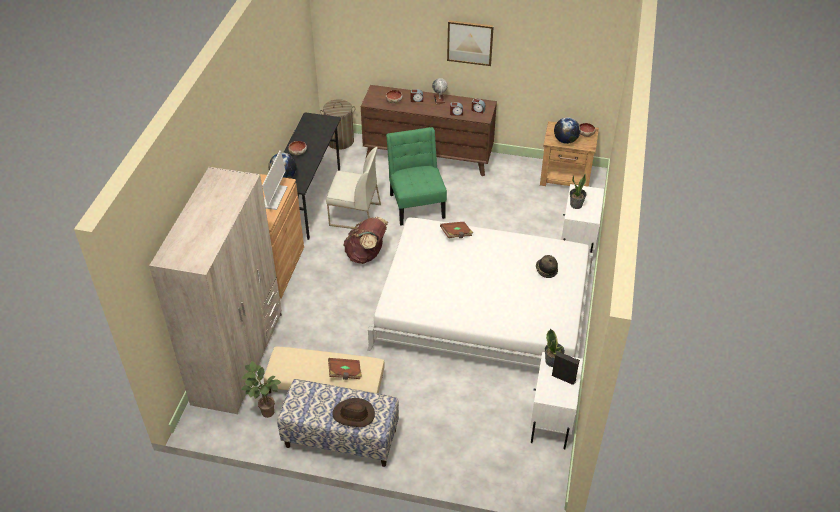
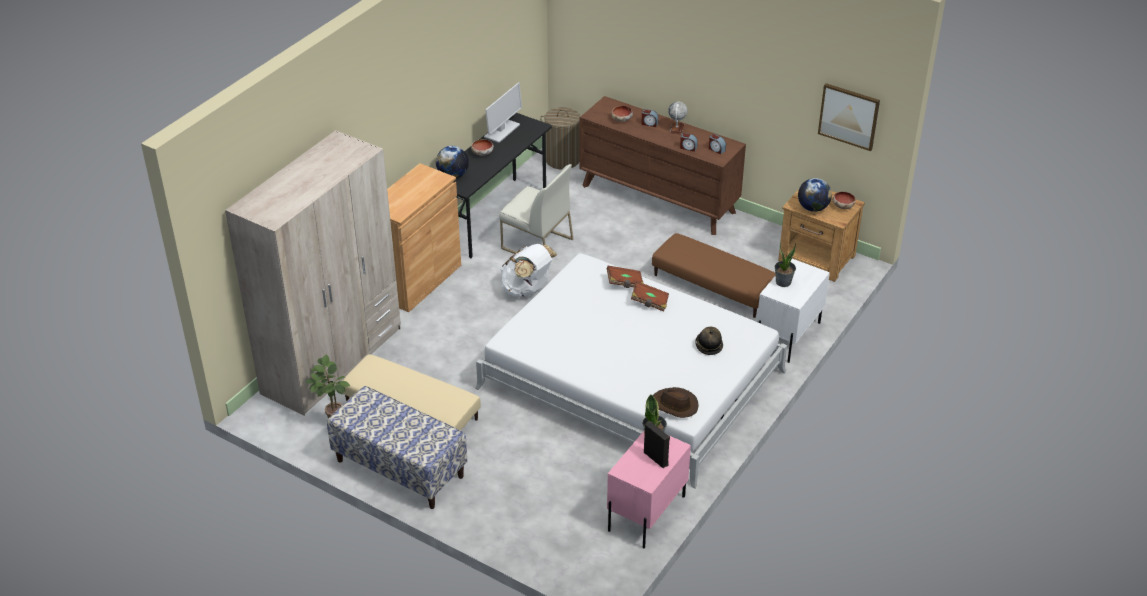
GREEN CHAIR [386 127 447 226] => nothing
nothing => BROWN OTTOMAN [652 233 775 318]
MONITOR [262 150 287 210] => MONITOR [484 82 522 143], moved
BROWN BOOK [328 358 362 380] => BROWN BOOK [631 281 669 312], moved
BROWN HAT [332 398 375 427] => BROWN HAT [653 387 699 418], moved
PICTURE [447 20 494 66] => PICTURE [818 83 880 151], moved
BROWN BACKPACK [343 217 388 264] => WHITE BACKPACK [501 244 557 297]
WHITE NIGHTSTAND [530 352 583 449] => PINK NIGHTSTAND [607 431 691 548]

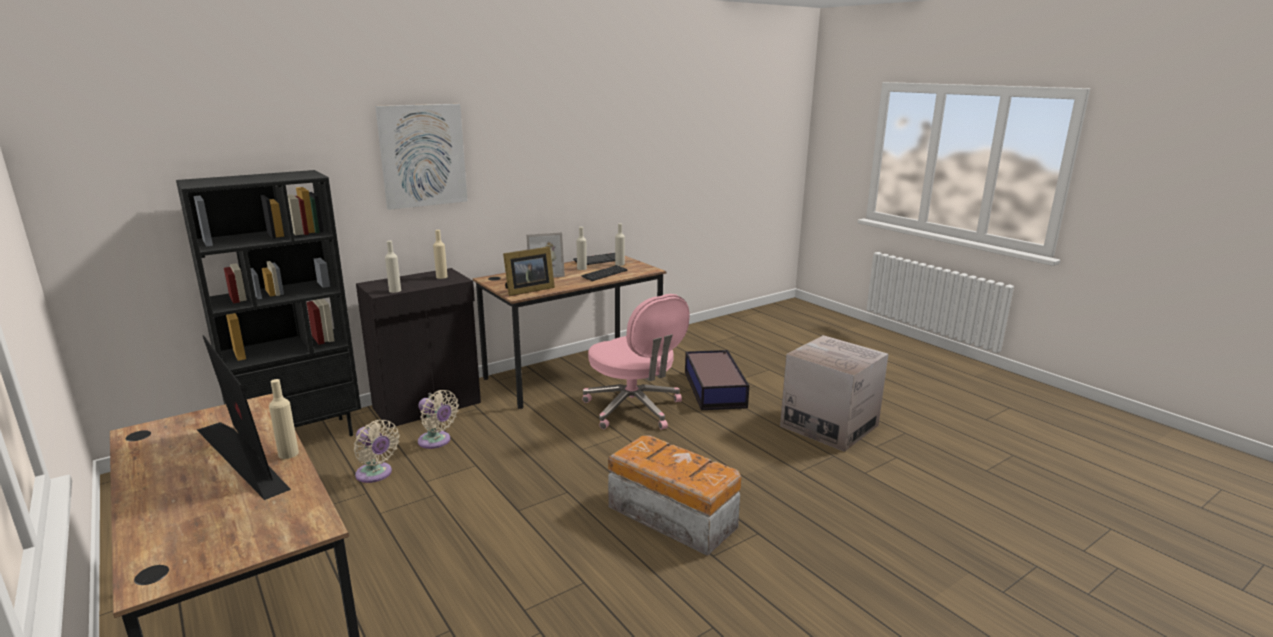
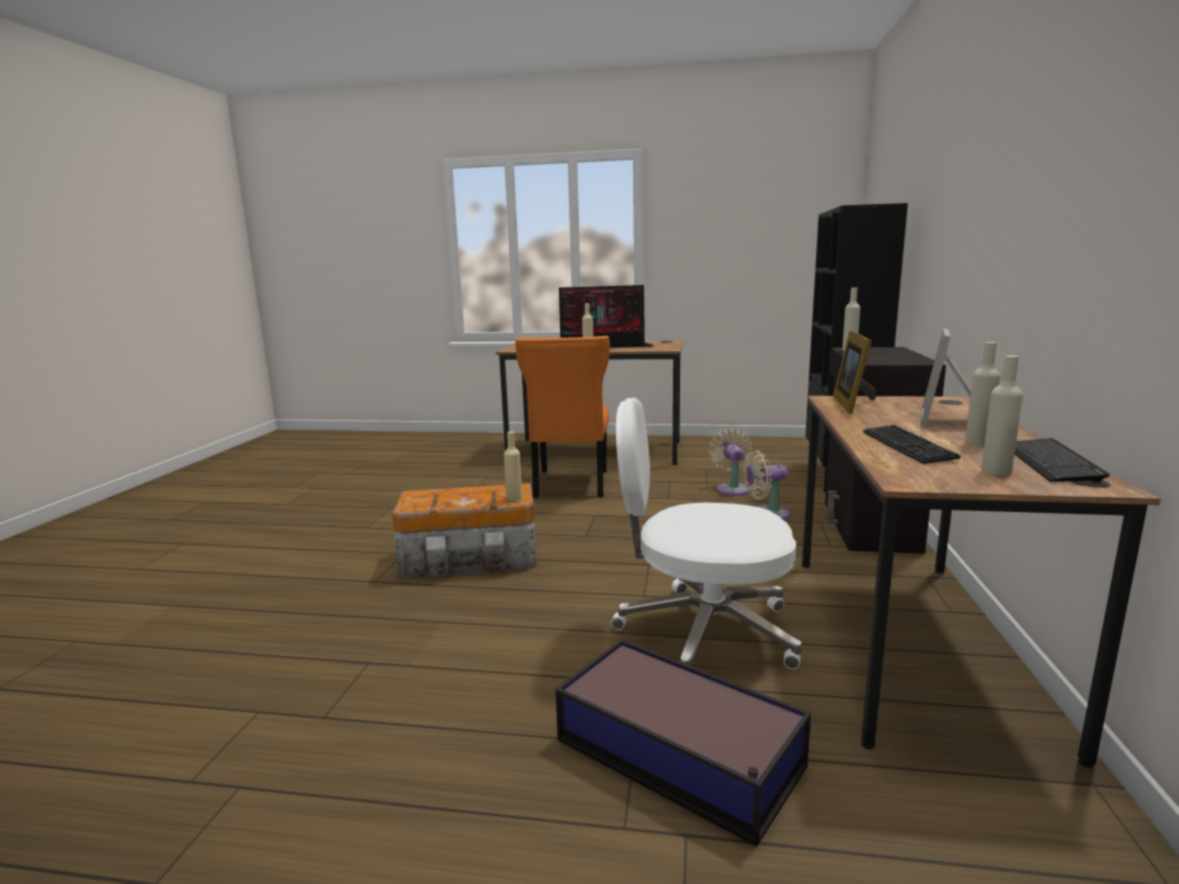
PICTURE [375 104 468 210] => nothing
CARDBOARD BOX [780 335 888 452] => nothing
nothing => ORANGE CHAIR [515 336 610 498]
BEIGE BOTTLE [433 230 448 279] => BEIGE BOTTLE [504 431 522 501], moved
PINK OFFICE CHAIR [582 294 690 429] => WHITE OFFICE CHAIR [611 398 802 669]
BEIGE FAN [354 420 400 483] => BEIGE FAN [709 428 752 496], 90 degrees clockwise

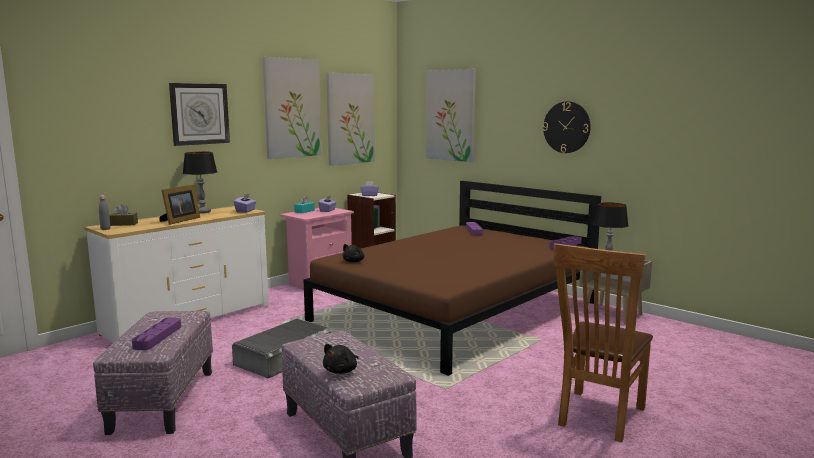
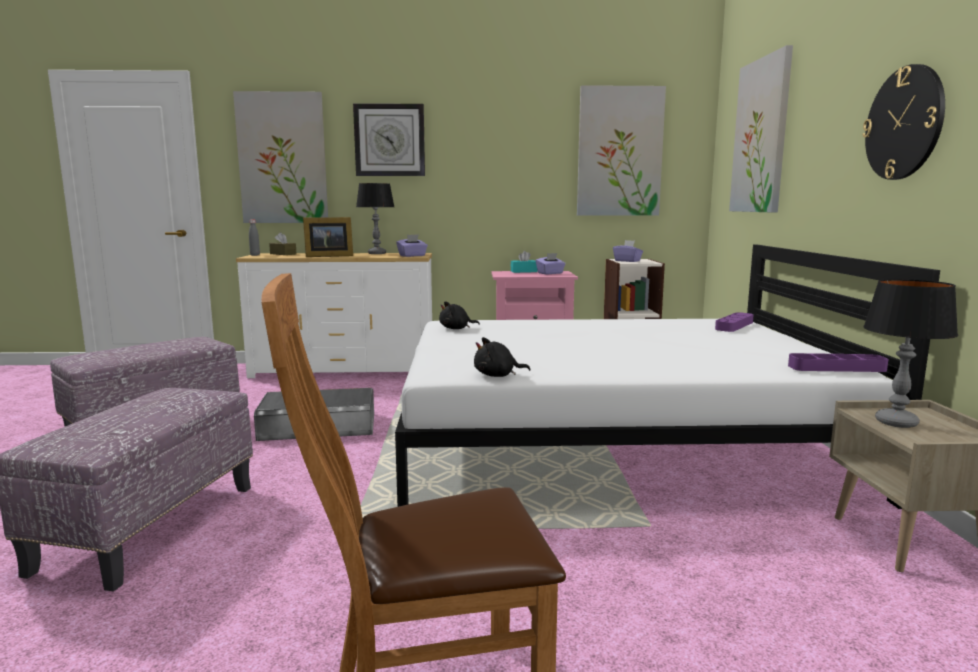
PURPLE TRAY [132 317 181 350] => nothing
PICTURE [263 57 321 159] => PICTURE [233 91 328 223], moved
BLACK PLUSH TOY [323 344 359 374] => BLACK PLUSH TOY [474 337 531 377], moved
BROWN BED [304 181 601 376] => WHITE BED [395 245 940 509]

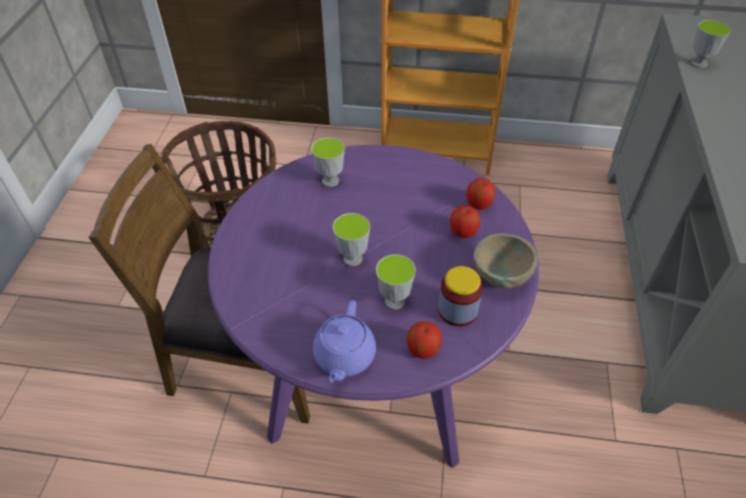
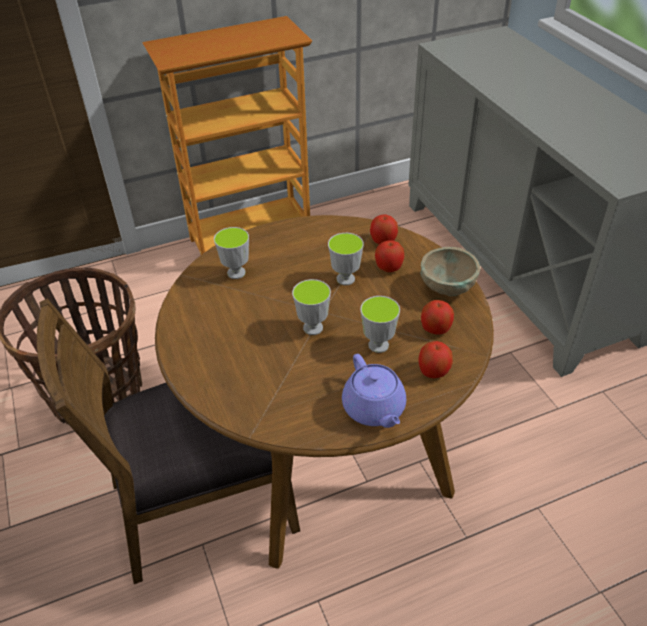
CUP [691 20 731 68] => CUP [328 233 364 285], moved
JAR [438 266 483 326] => APPLE [421 300 454 334]
PURPLE DINING TABLE [208 145 539 468] => BROWN DINING TABLE [155 215 494 569]

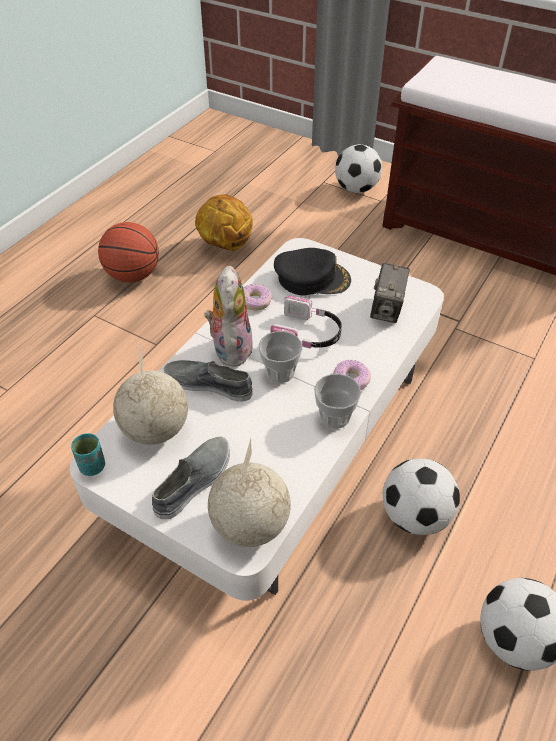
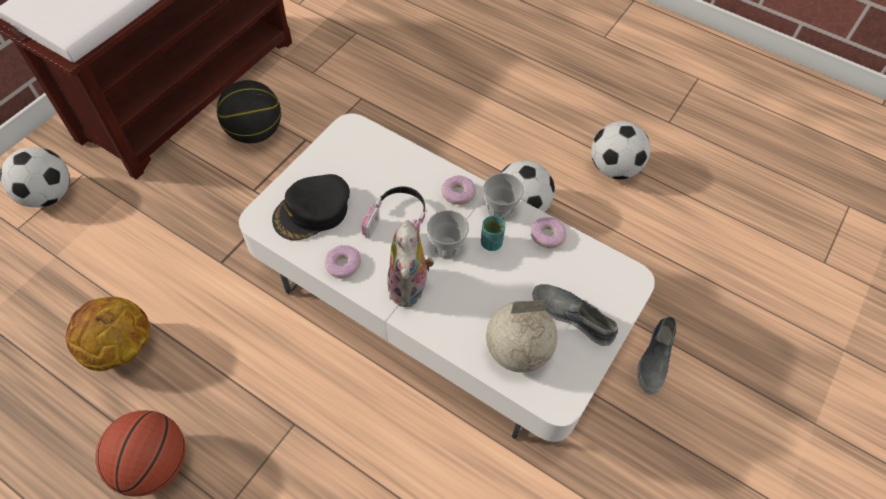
GLOBE [208 438 291 547] => nothing
PHOTO CAMERA [370 263 410 323] => nothing
nothing => BASKETBALL [217 80 281 143]
nothing => DONUT [531 217 566 248]
TURQUOISE CUP [71 433 105 476] => TURQUOISE CUP [481 216 505 251], moved
GREY SHOE [164 360 252 402] => GREY SHOE [637 317 676 395], moved
PLUSH TOY [205 266 253 367] => PLUSH TOY [387 220 434 307], 90 degrees counterclockwise
BLACK CAP [274 248 351 295] => BLACK CAP [272 174 350 241], 135 degrees counterclockwise

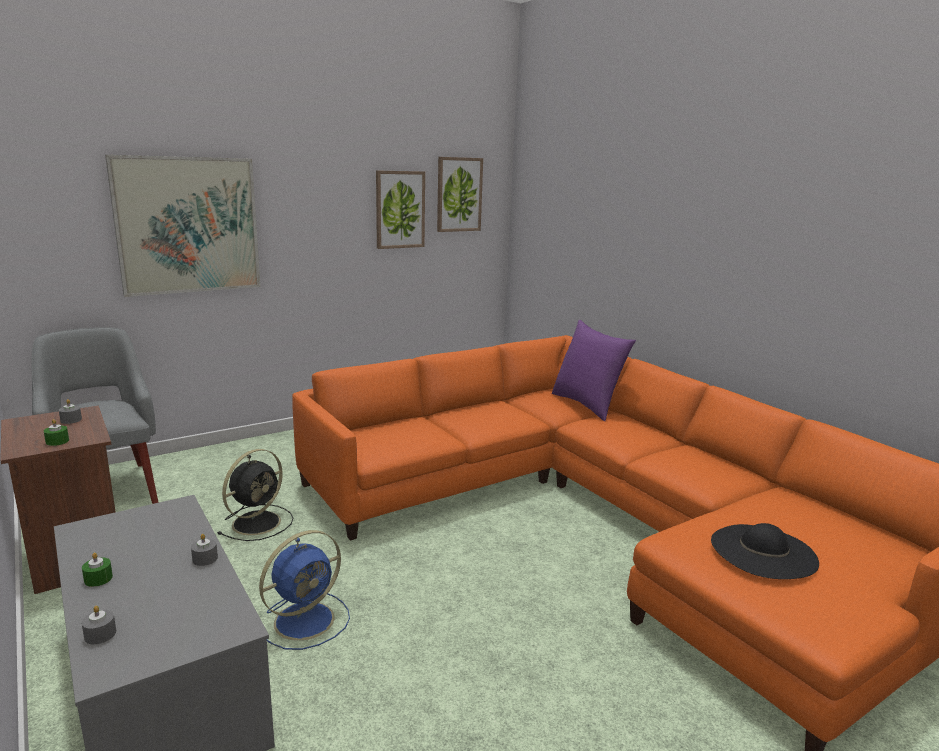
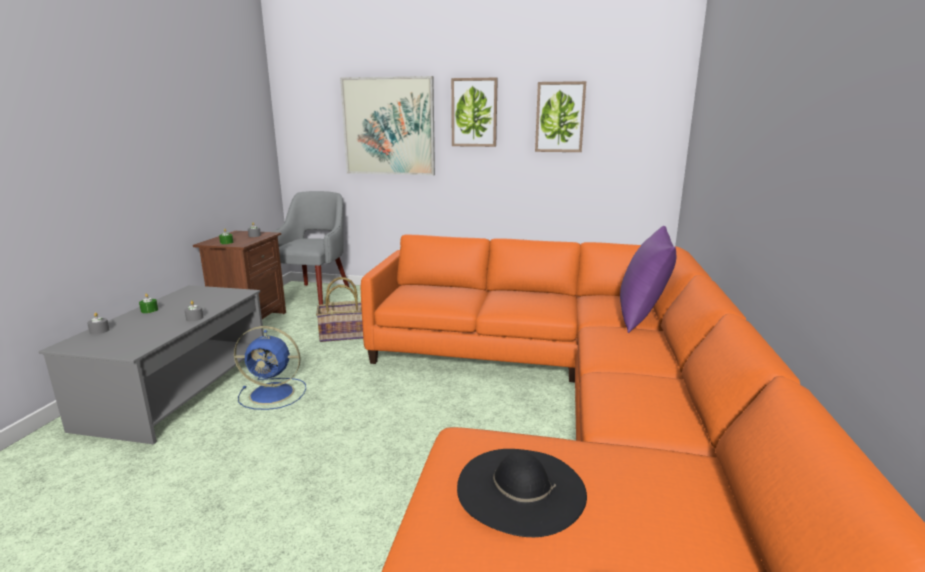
PICTURE [437 157 483 232] => PICTURE [451 78 498 147], moved
BLACK FAN [217 449 293 541] => BASKET [316 277 363 342]

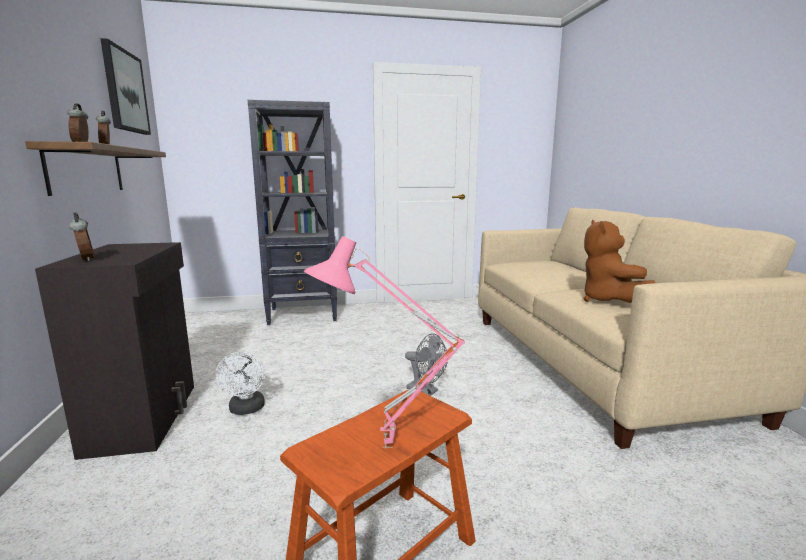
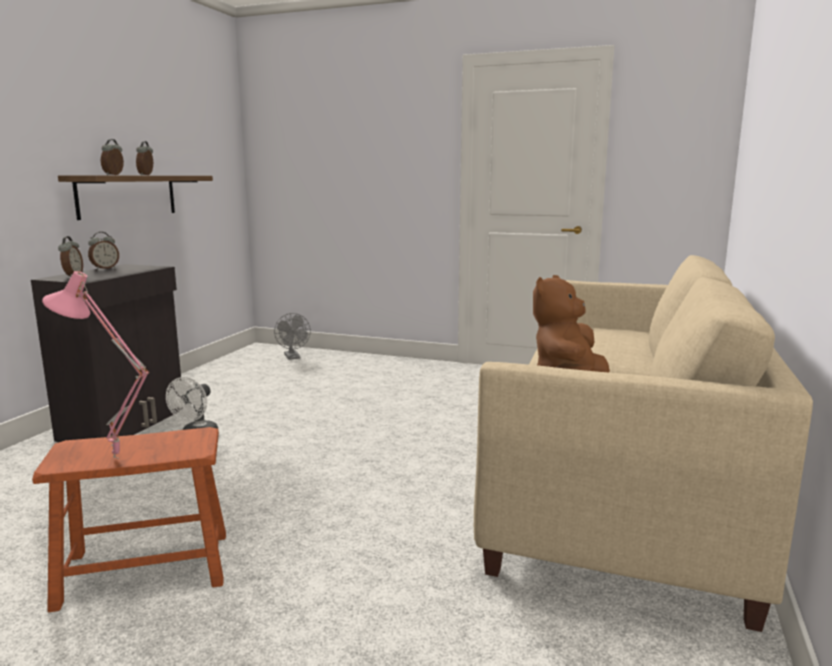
PICTURE [100 38 151 135] => nothing
BLACK BOOKCASE [248 100 337 325] => nothing
nothing => ALARM CLOCK [88 232 119 270]
GREY FAN [405 333 448 396] => GREY FAN [274 313 311 360], moved

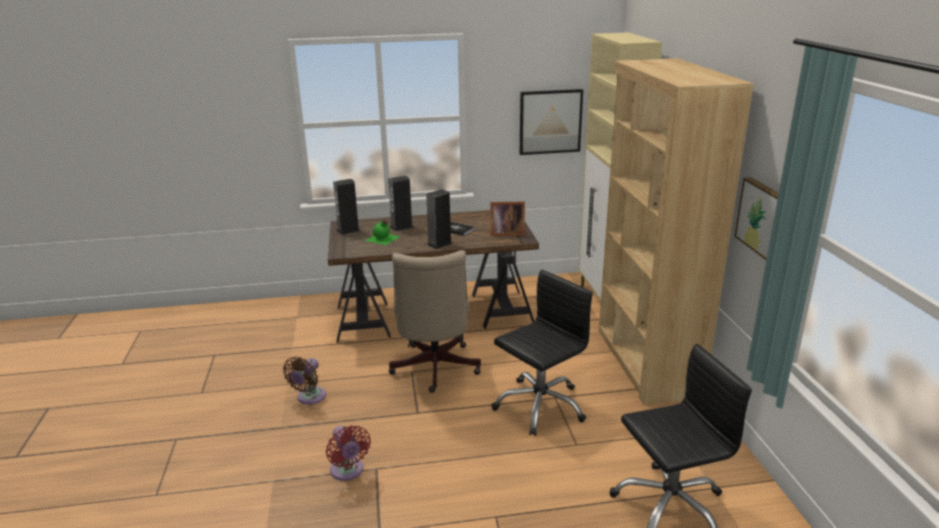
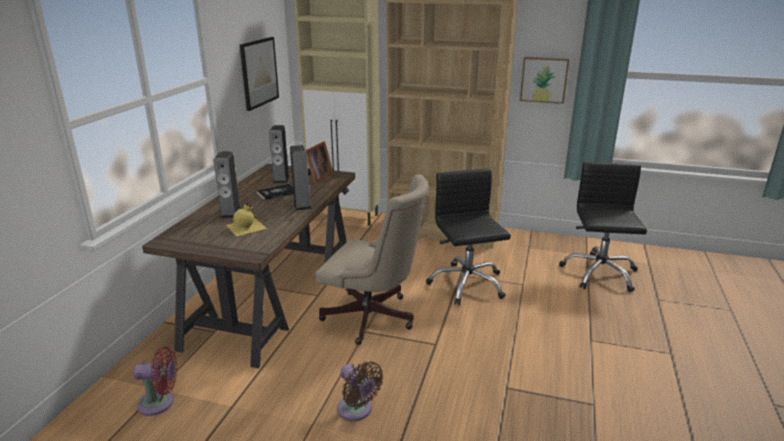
RED FAN [326 425 371 481] => RED FAN [133 346 177 416], moved
SPEAKER [333 179 360 235] => SPEAKER [269 125 290 183], moved
GREEN BOTTLE [365 220 401 245] => YELLOW BOTTLE [226 203 267 236]

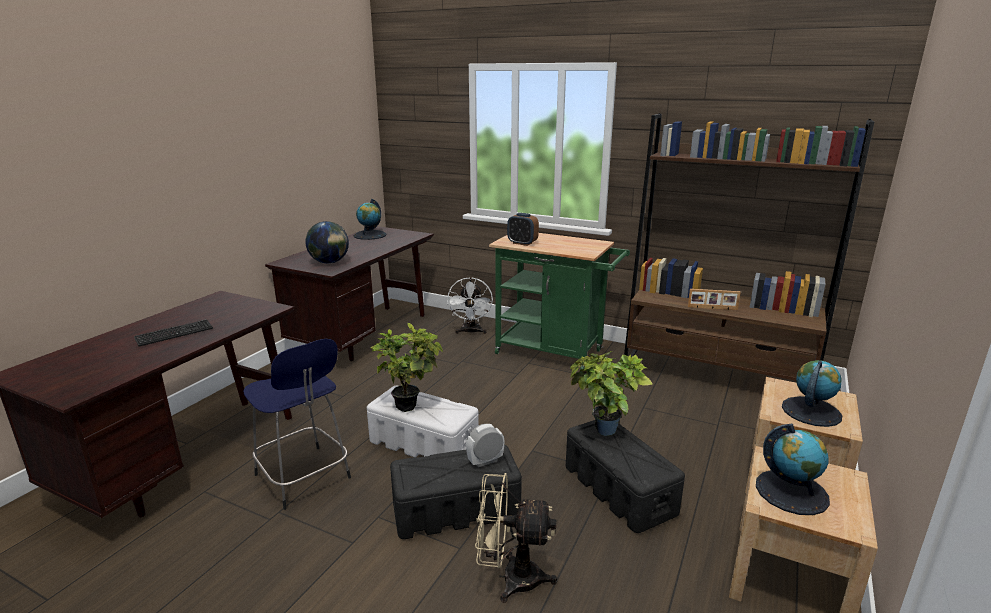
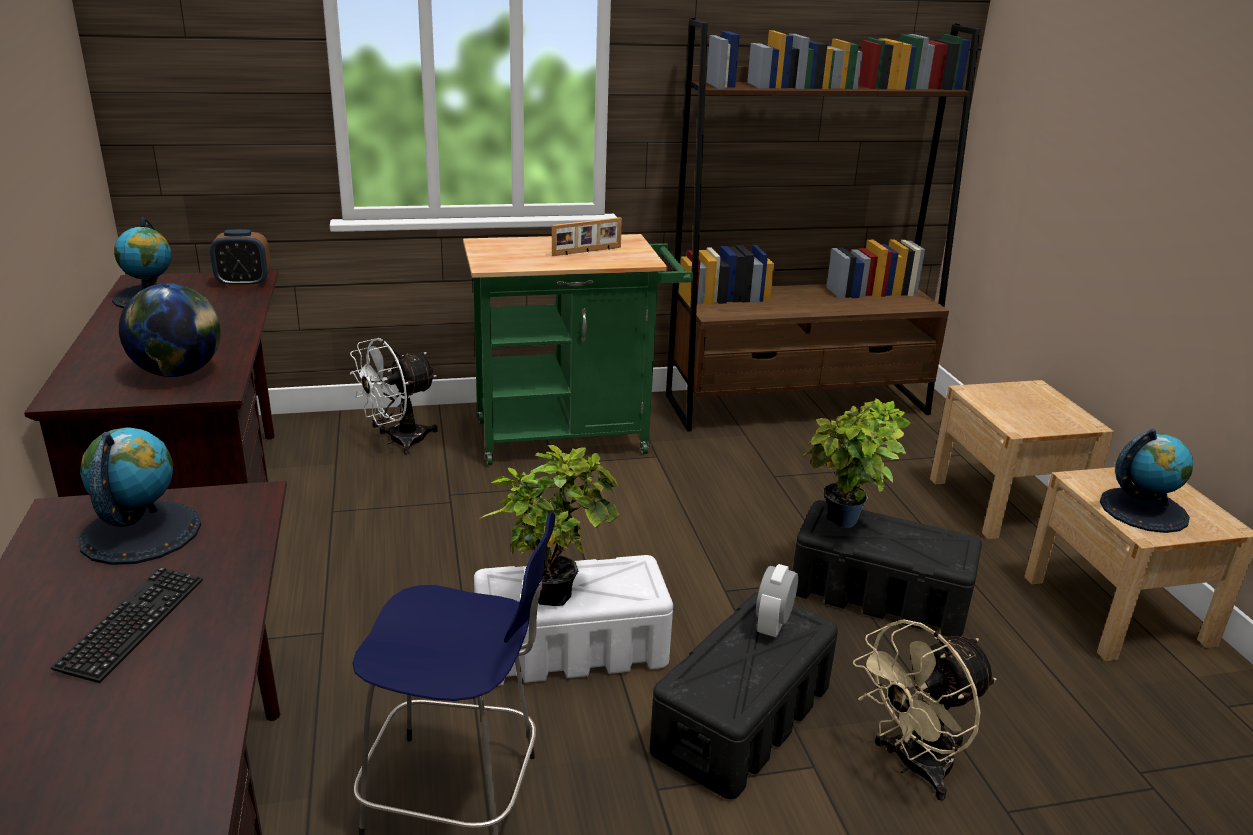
ALARM CLOCK [507 213 539 246] => ALARM CLOCK [210 229 271 287], moved
PICTURE FRAME [688 289 741 310] => PICTURE FRAME [552 217 622 256], moved
GLOBE [782 360 842 427] => GLOBE [78 427 201 565], moved
WHITE FAN [447 277 493 334] => WHITE FAN [350 338 438 454], 90 degrees clockwise

